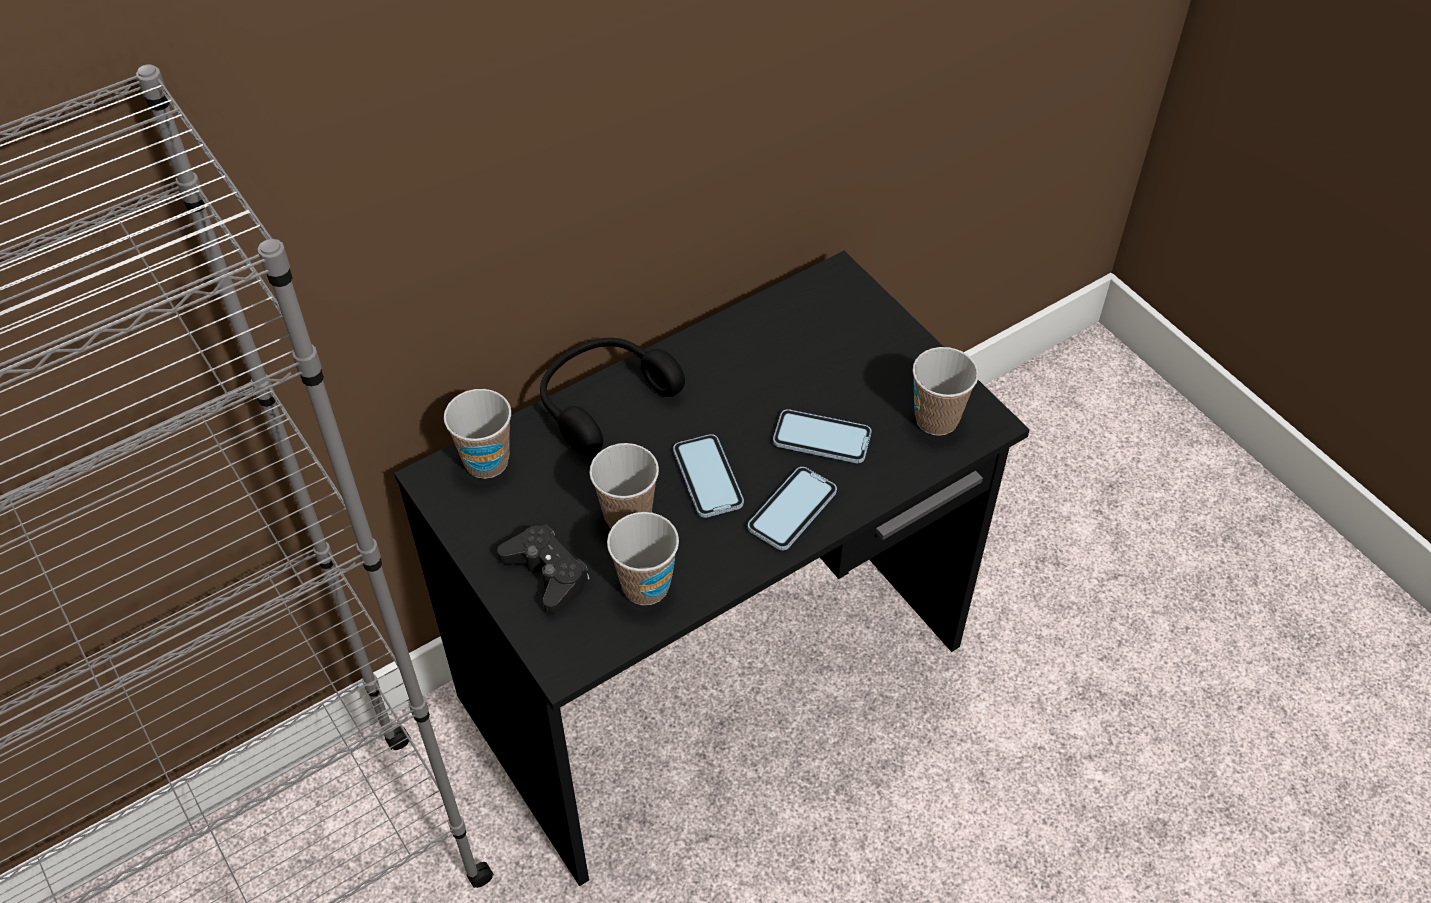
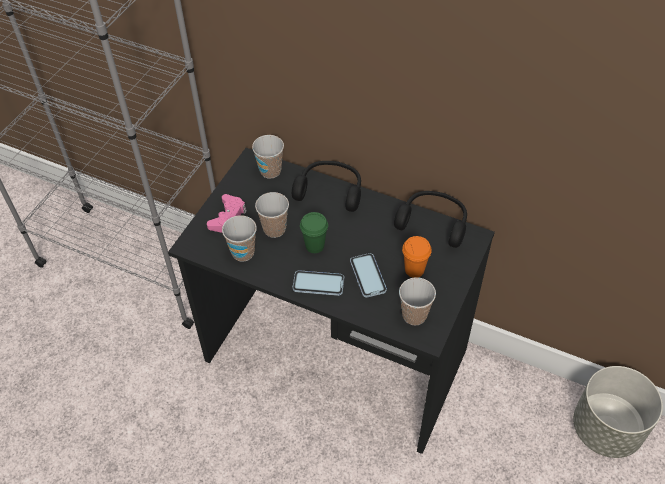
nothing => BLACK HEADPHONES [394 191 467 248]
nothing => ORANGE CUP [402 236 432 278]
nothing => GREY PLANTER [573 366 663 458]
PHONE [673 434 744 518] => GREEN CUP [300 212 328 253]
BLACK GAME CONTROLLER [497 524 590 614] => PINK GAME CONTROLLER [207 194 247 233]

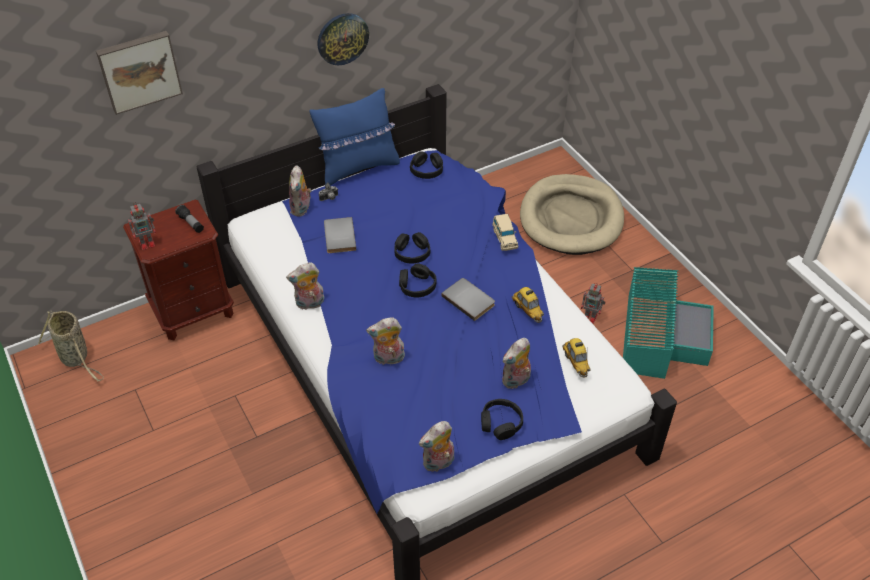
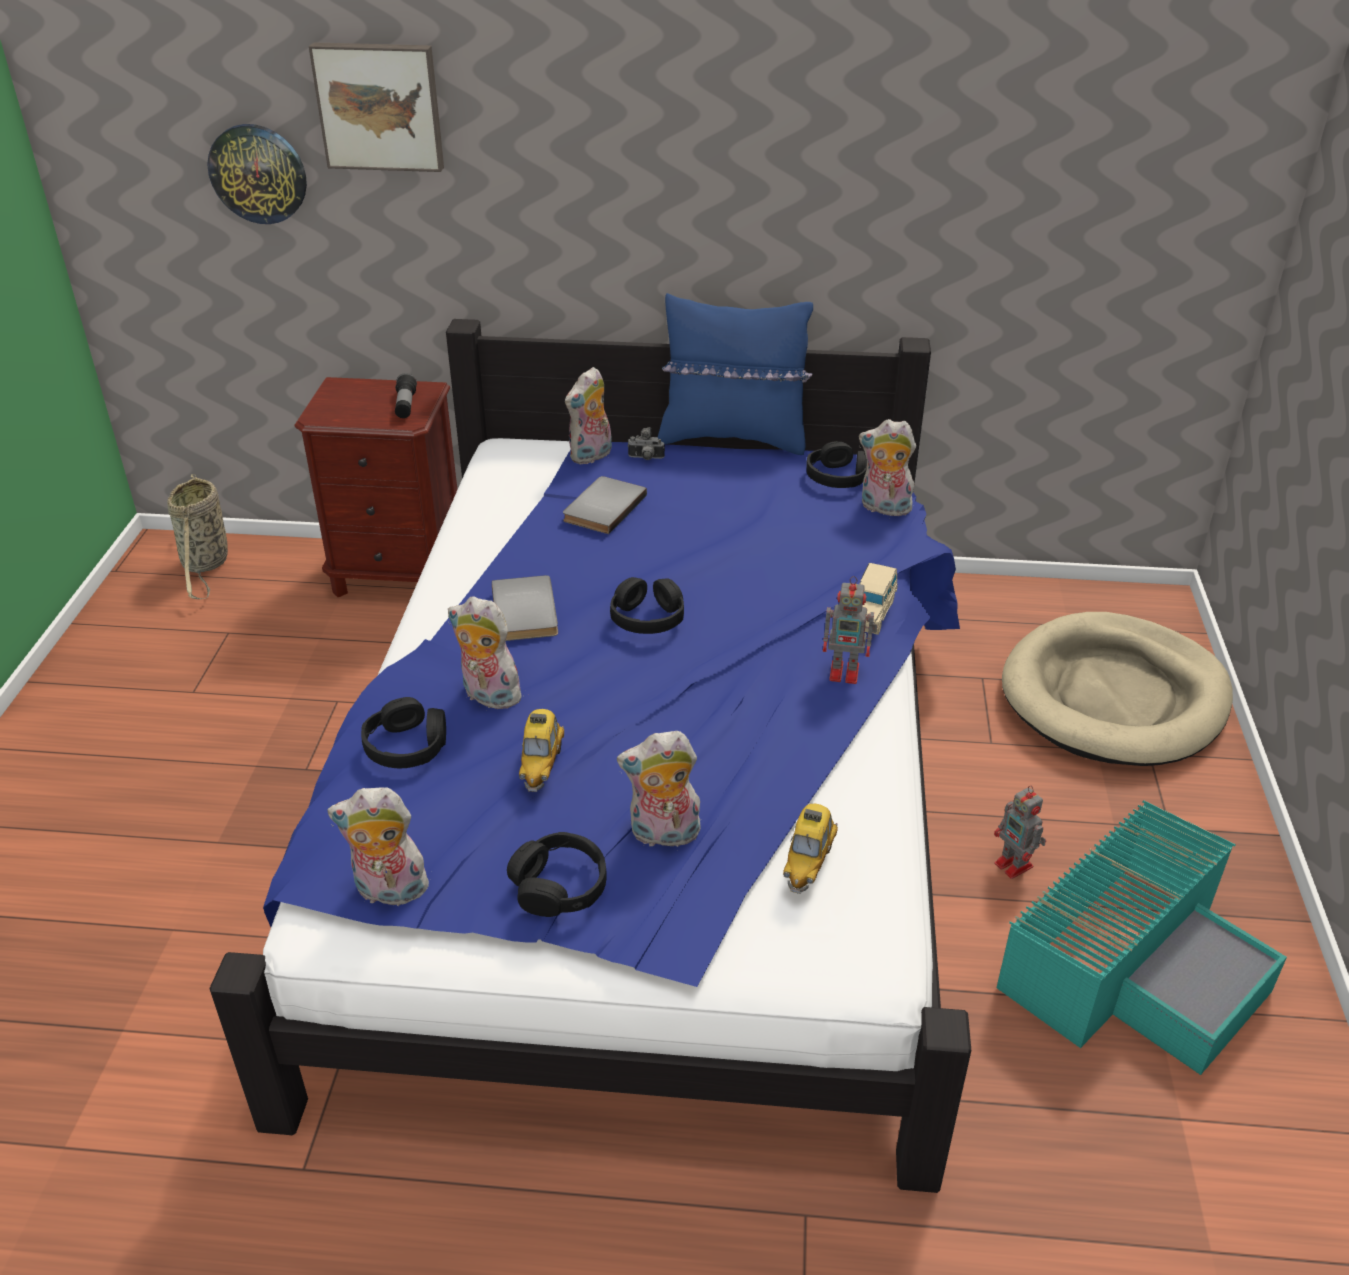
TOY ROBOT [128 202 156 250] => TOY ROBOT [823 576 878 684], moved
PLUSH TOY [286 262 324 310] => PLUSH TOY [859 419 916 516], moved
WALL CLOCK [318 13 369 65] => WALL CLOCK [207 124 307 224], moved
BLACK HEADPHONES [394 232 430 264] => BLACK HEADPHONES [361 697 446 768], moved
GREY BOOK [441 278 495 321] => GREY BOOK [492 575 558 641], moved
TOY CAR [512 287 544 323] => TOY CAR [519 709 564 792], moved

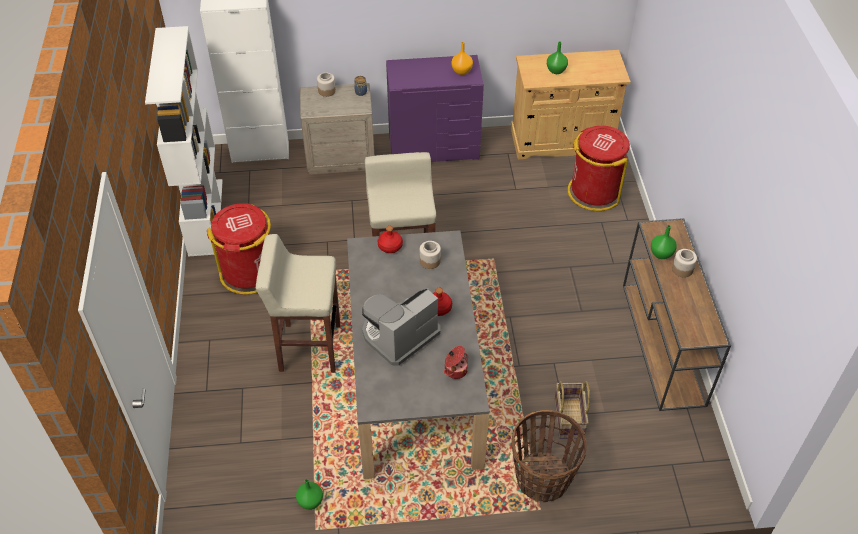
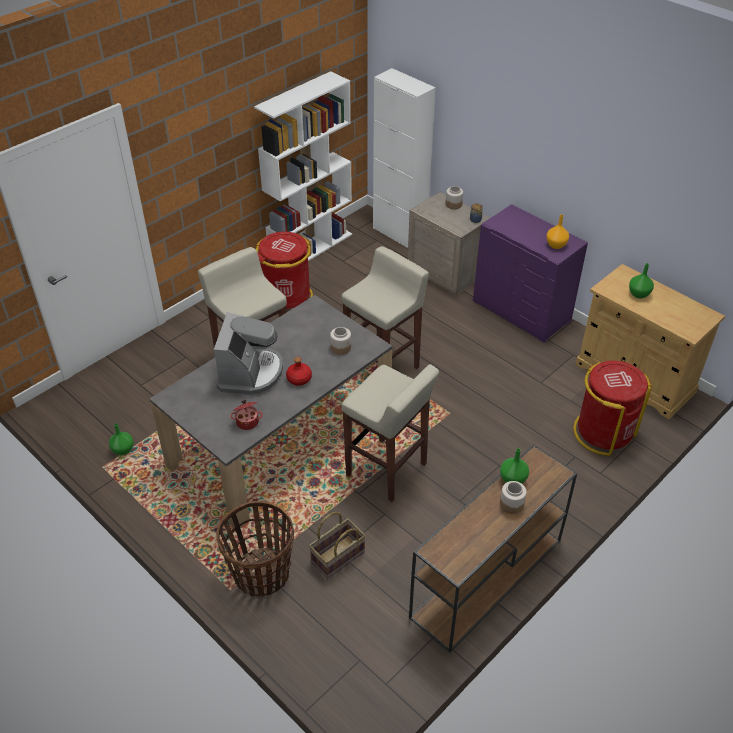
RED BOTTLE [378 226 403 253] => nothing
nothing => BEIGE STOOL [342 364 439 502]
COFFEE MACHINE [362 288 440 366] => COFFEE MACHINE [214 312 283 395], 90 degrees clockwise

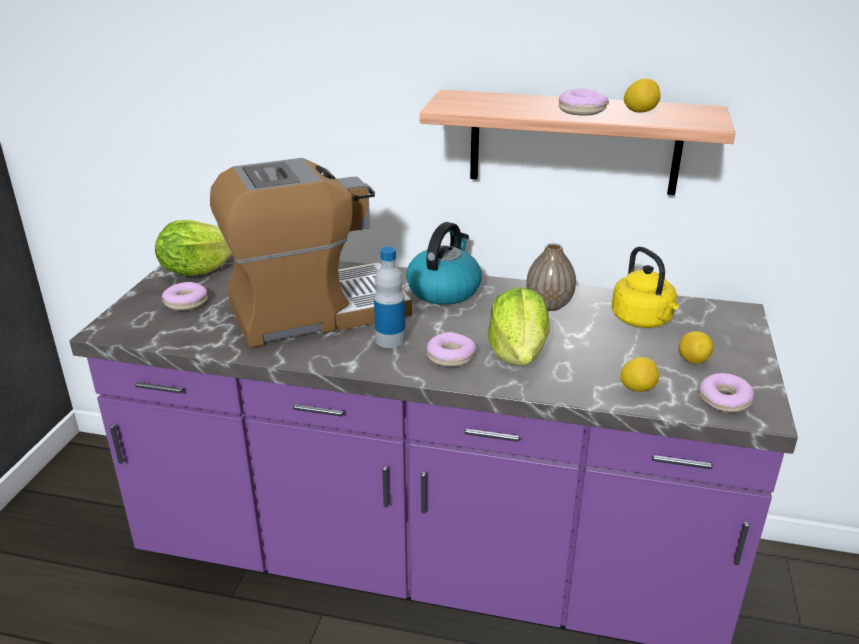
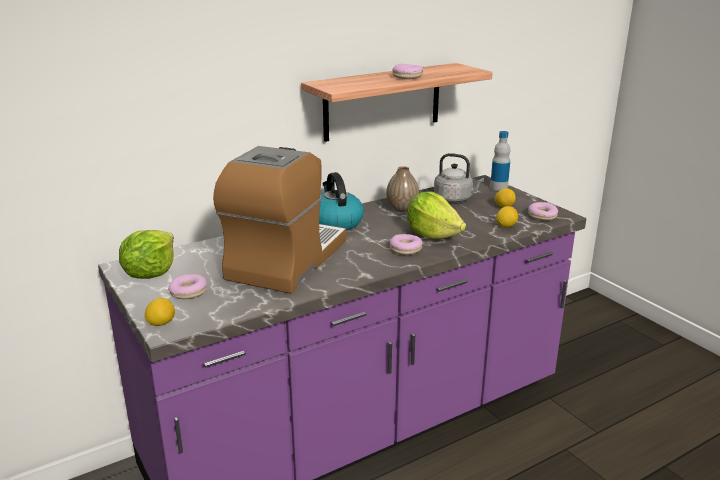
BOTTLE [374 247 406 348] => BOTTLE [490 131 510 191], moved
LEMON [624 78 661 113] => LEMON [145 298 175 326], moved
YELLOW KETTLE [611 247 679 328] => GREY KETTLE [434 153 484 202]

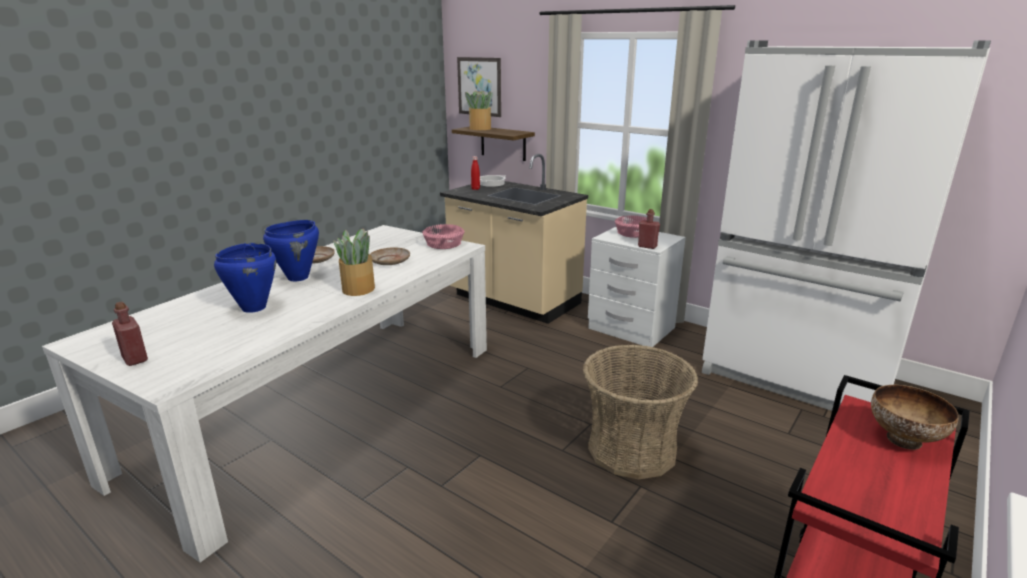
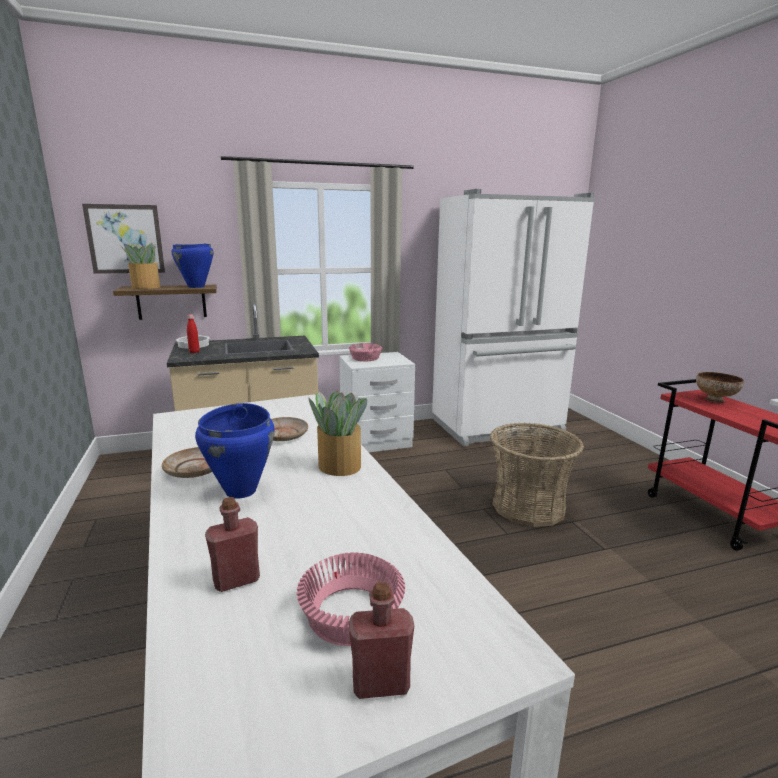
BLUE COOKING POT [214 243 276 313] => BLUE COOKING POT [171 244 213 288], moved
PINK BOWL [422 224 465 249] => PINK BOWL [296 553 405 646], moved
RED BOTTLE [638 209 660 249] => RED BOTTLE [205 497 260 592], moved

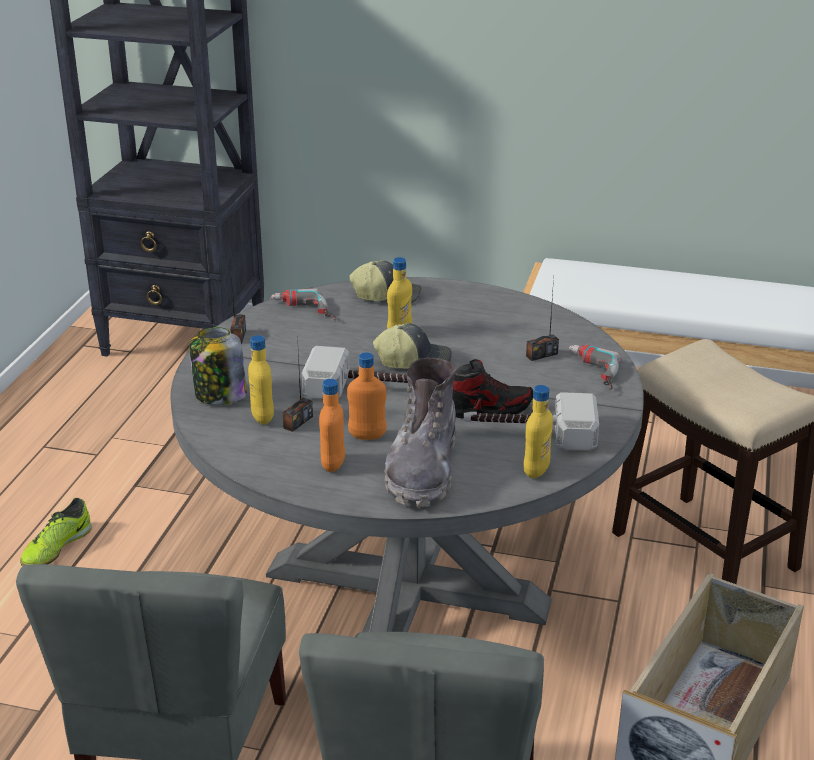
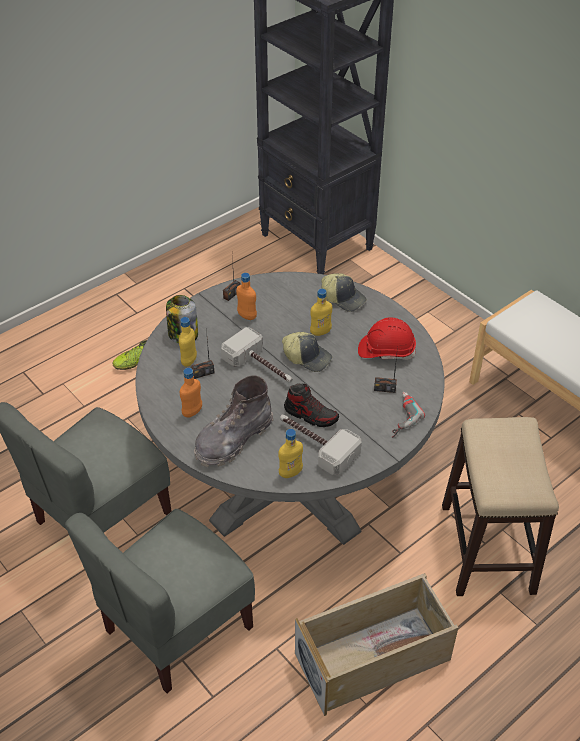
POWER DRILL [271 288 336 320] => nothing
nothing => RED HARD HAT [358 317 416 360]
ORANGE BOTTLE [347 352 387 440] => ORANGE BOTTLE [236 273 257 320], moved

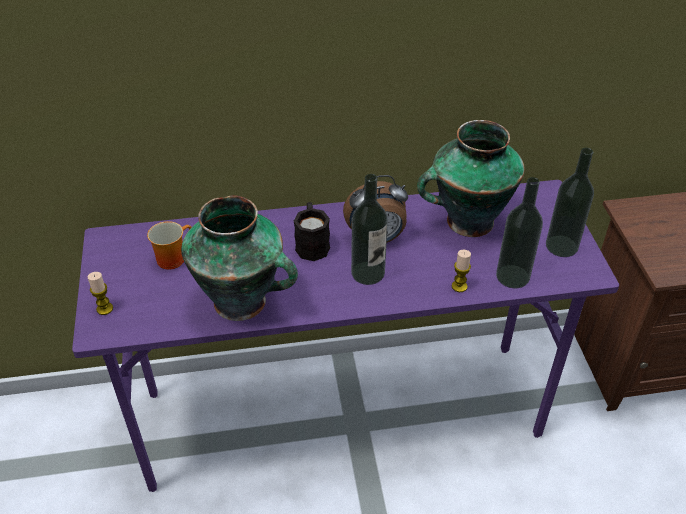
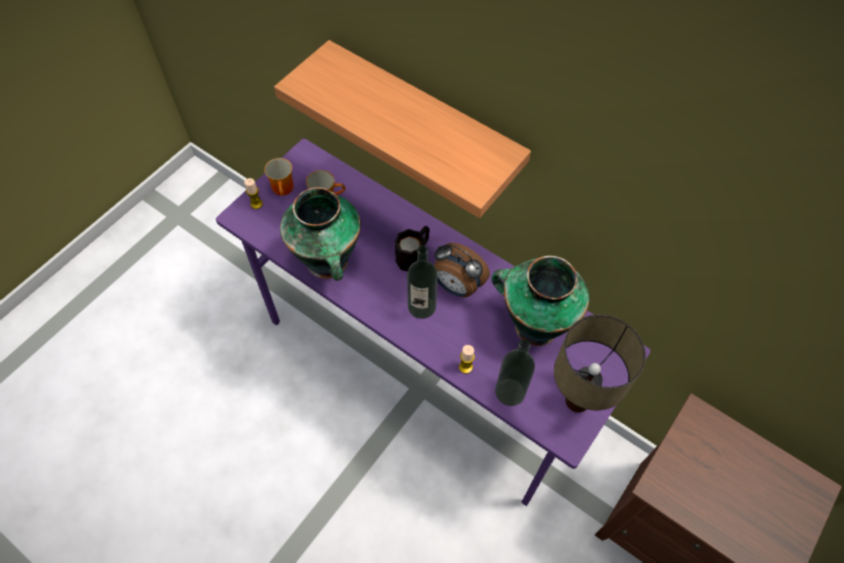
nothing => MUG [264 158 294 196]
nothing => SHELF [274 40 531 218]
BOTTLE [546 148 594 257] => TABLE LAMP [554 314 646 413]

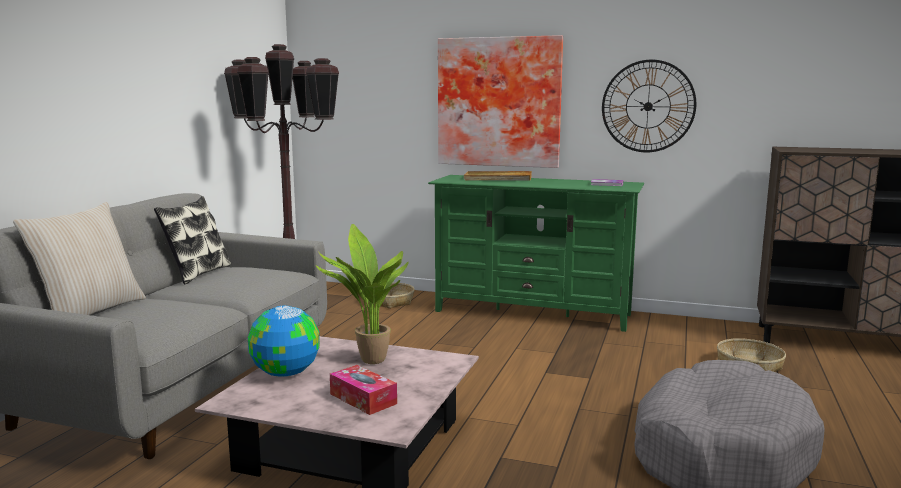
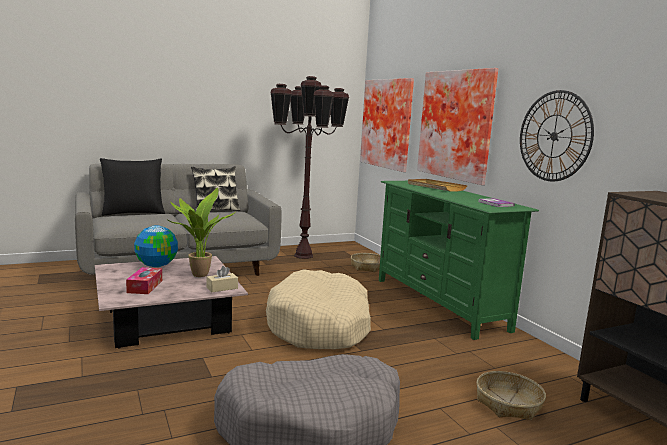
nothing => BEIGE TISSUE BOX [207 266 238 292]
nothing => BEIGE DOG BED [266 269 371 349]
nothing => PICTURE [360 78 414 172]
BEIGE PILLOW [13 202 146 315] => BLACK PILLOW [100 158 165 216]

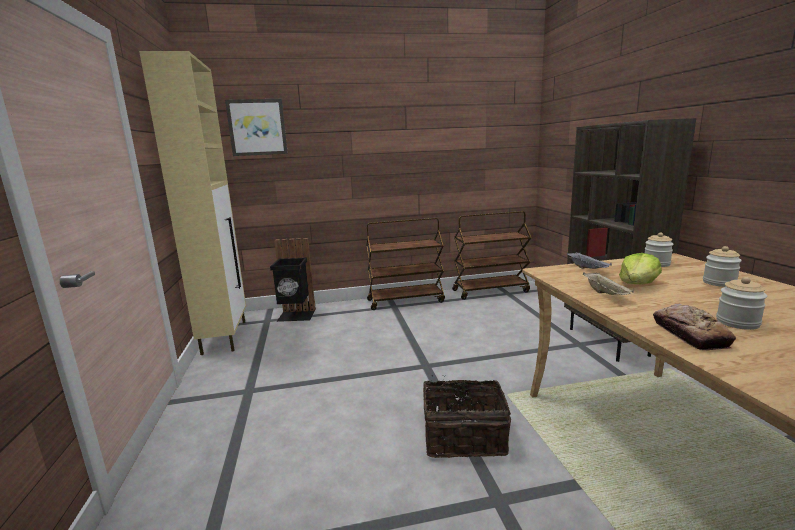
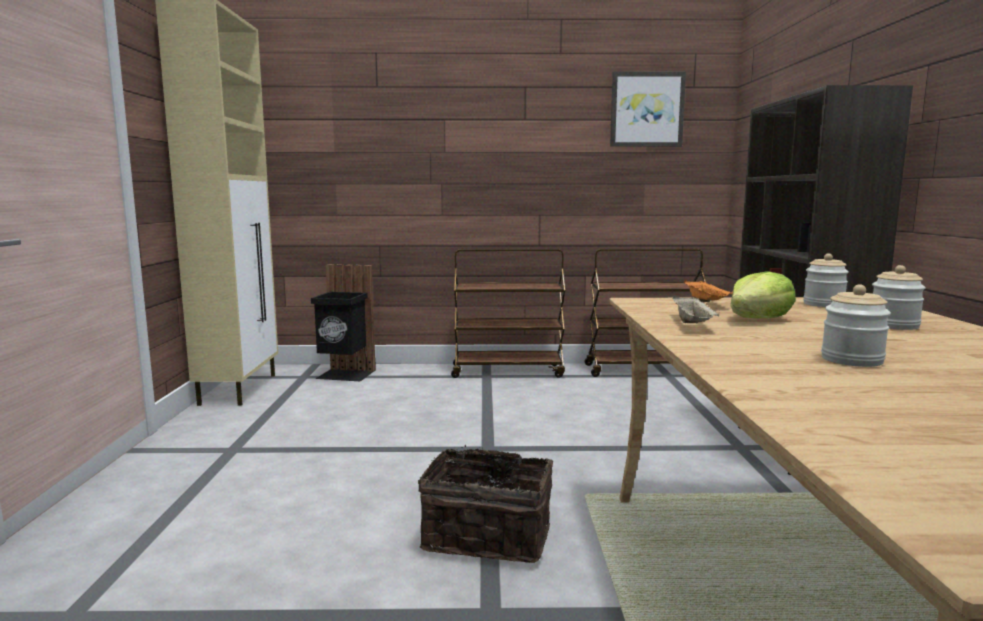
BREAD [653 304 736 350] => nothing
PICTURE [225 99 288 156] => PICTURE [610 71 686 147], moved
GREY TRAY [567 252 612 269] => ORANGE TRAY [684 279 733 302]

